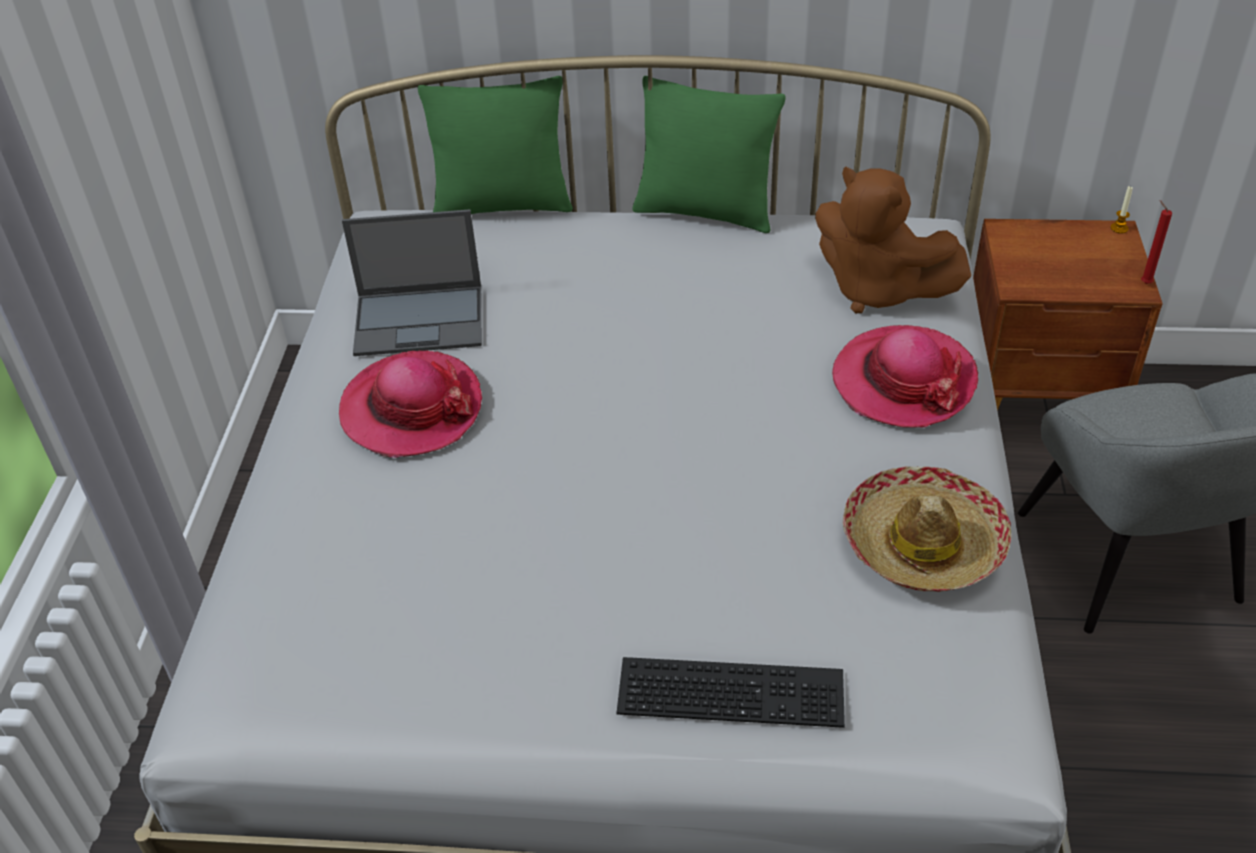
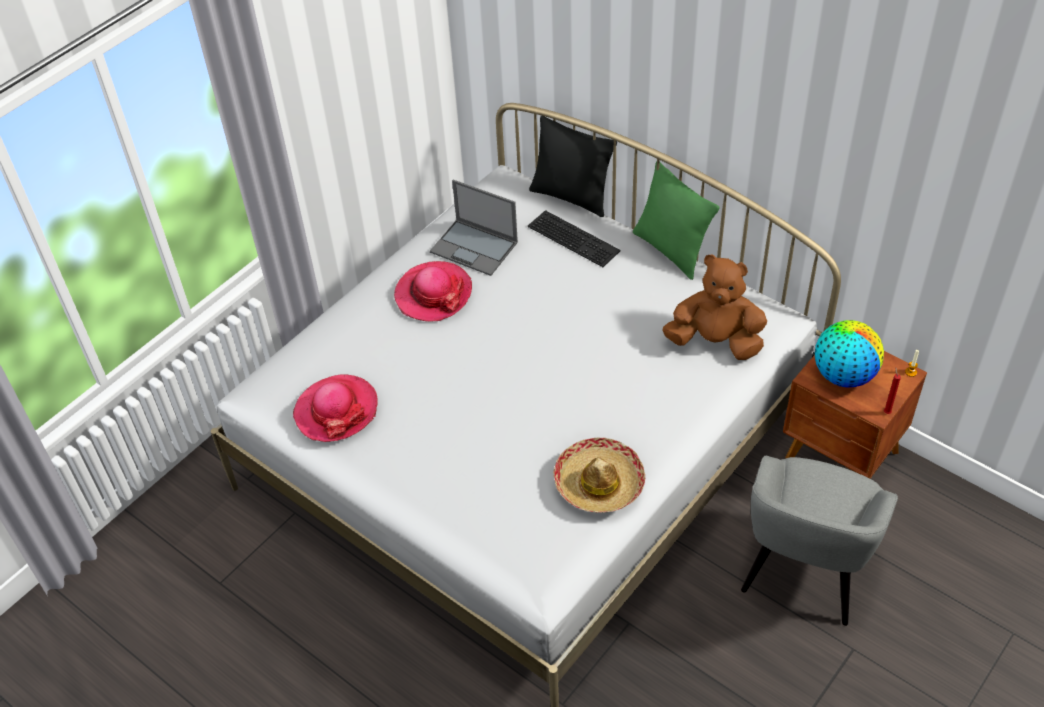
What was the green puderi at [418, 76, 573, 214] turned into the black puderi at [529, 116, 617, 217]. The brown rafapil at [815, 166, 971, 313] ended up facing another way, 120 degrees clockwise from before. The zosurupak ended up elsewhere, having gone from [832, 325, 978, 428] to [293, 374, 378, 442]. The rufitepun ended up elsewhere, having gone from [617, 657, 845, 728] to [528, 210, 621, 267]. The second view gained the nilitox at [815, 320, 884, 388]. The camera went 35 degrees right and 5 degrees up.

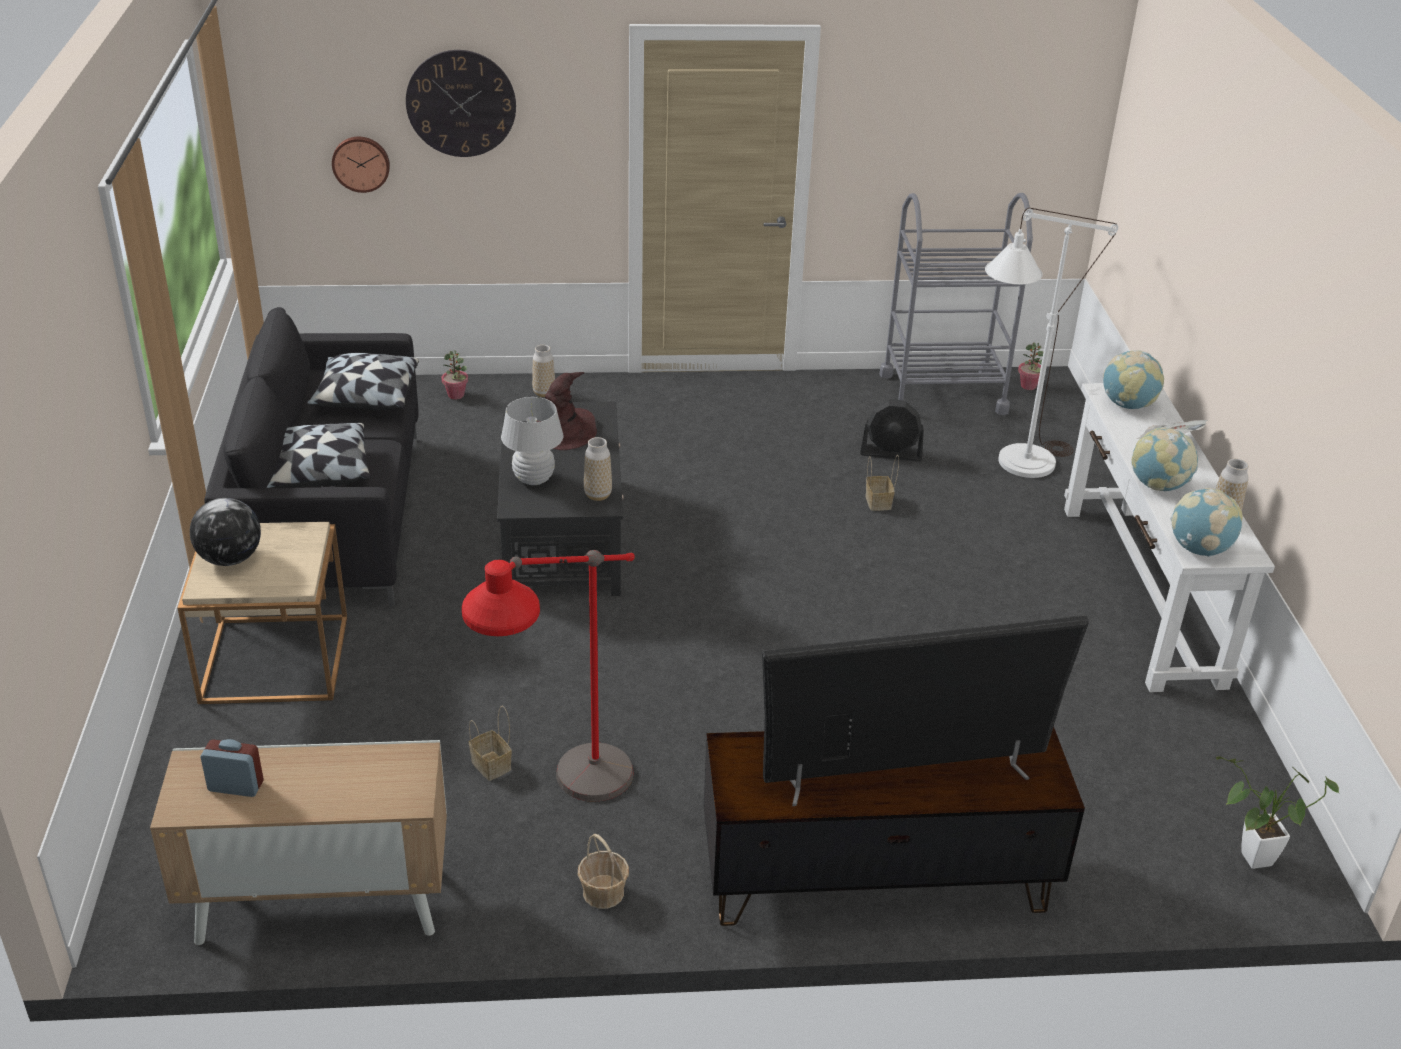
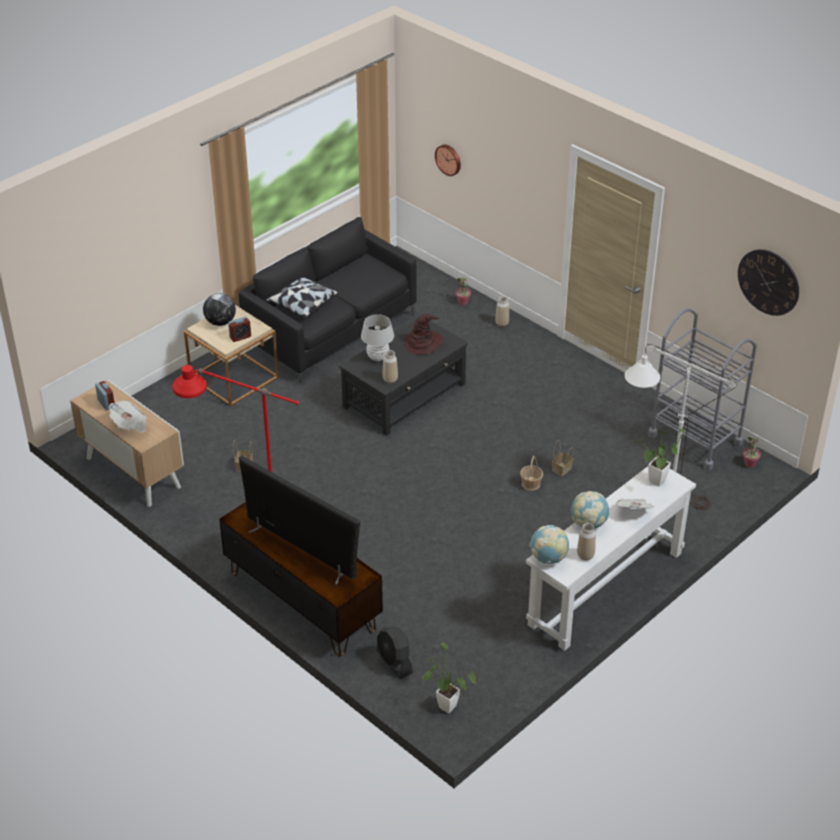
The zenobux ended up elsewhere, having gone from [406, 50, 516, 157] to [738, 249, 799, 316]. Where the nilitox stood at [1103, 350, 1164, 409], the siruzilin came to stand at [628, 428, 685, 486]. The second view lost the puderi at [307, 353, 419, 411]. The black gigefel ended up elsewhere, having gone from [860, 399, 924, 462] to [377, 627, 413, 679]. The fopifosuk ended up elsewhere, having gone from [578, 834, 629, 909] to [520, 456, 543, 491]. The second view gained the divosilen at [228, 317, 251, 342]. The second view gained the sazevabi at [109, 401, 147, 433]. The camera went 50 degrees right and 5 degrees up.

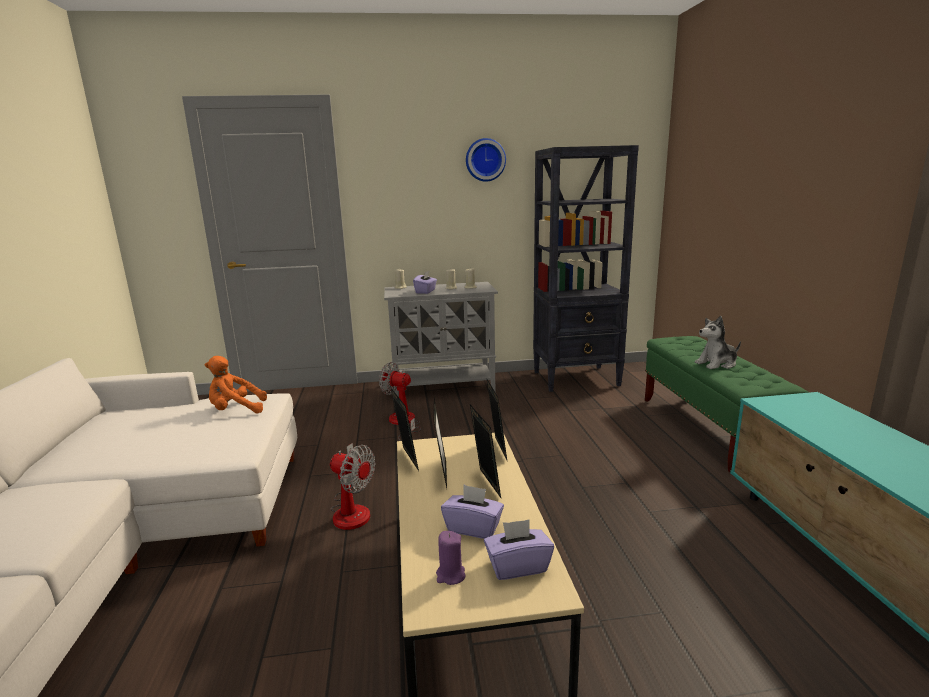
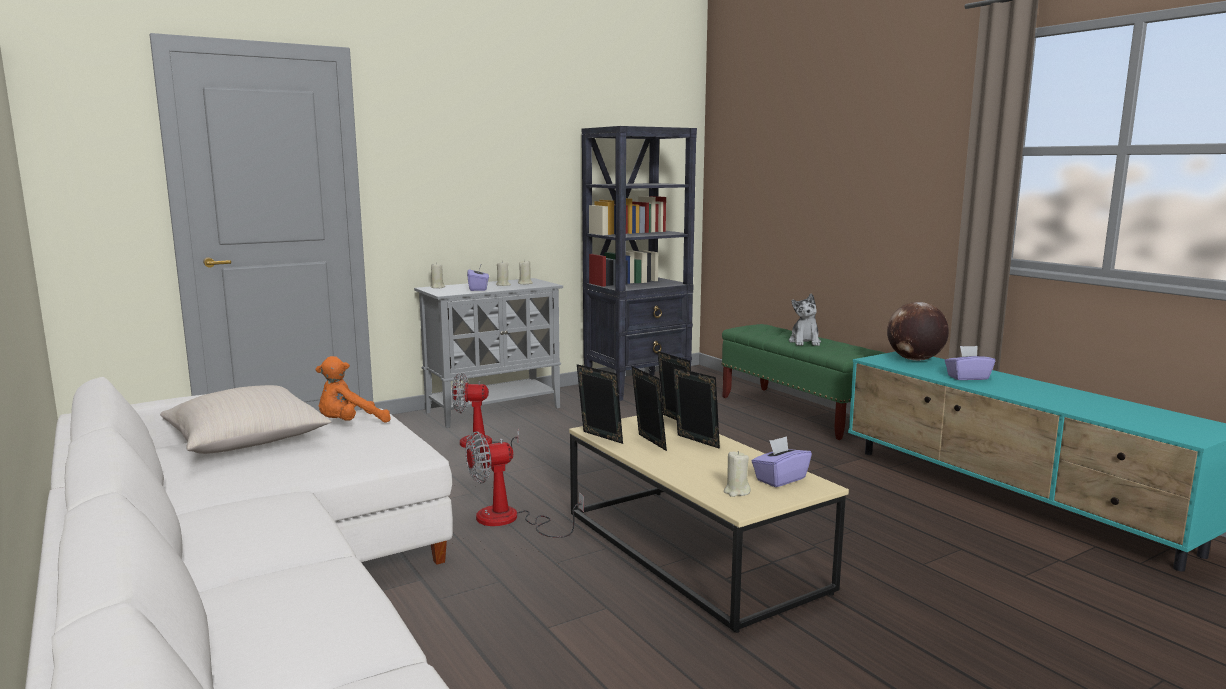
The second view lost the zenobux at [466, 138, 506, 182]. The rafapil at [695, 316, 741, 369] ended up facing another way, 45 degrees counterclockwise from before. The gigefel at [330, 443, 376, 530] ended up facing another way, 150 degrees clockwise from before. The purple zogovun ended up elsewhere, having gone from [441, 485, 504, 539] to [945, 346, 995, 380]. What was the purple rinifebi at [436, 531, 466, 585] turned into the beige rinifebi at [724, 451, 751, 497]. The second view gained the nilitox at [887, 302, 949, 361]. The second view gained the beige puderi at [160, 385, 332, 454]. The camera went 25 degrees left and 5 degrees down.

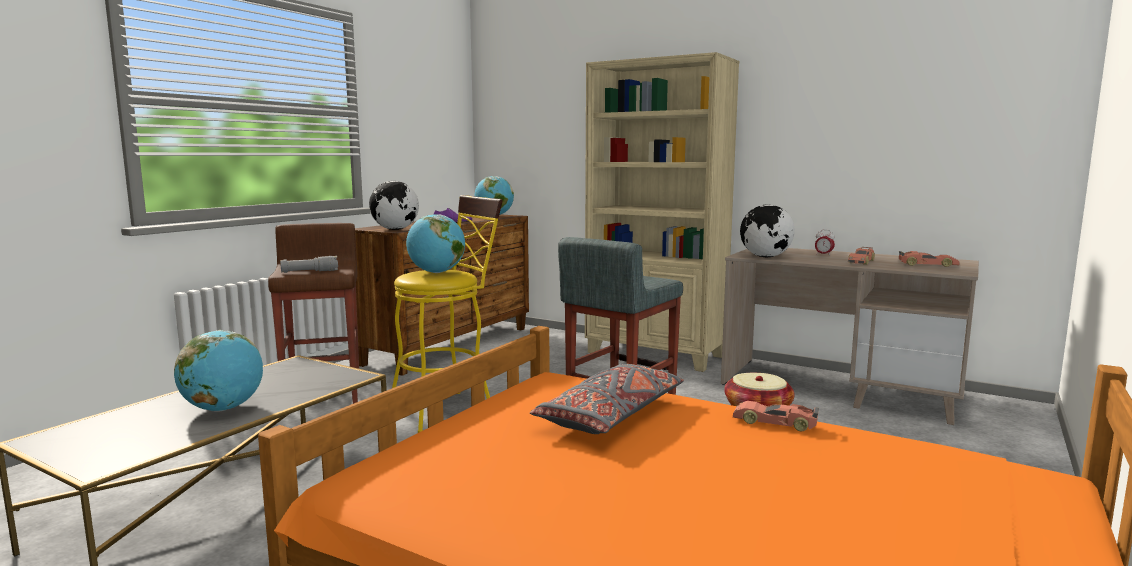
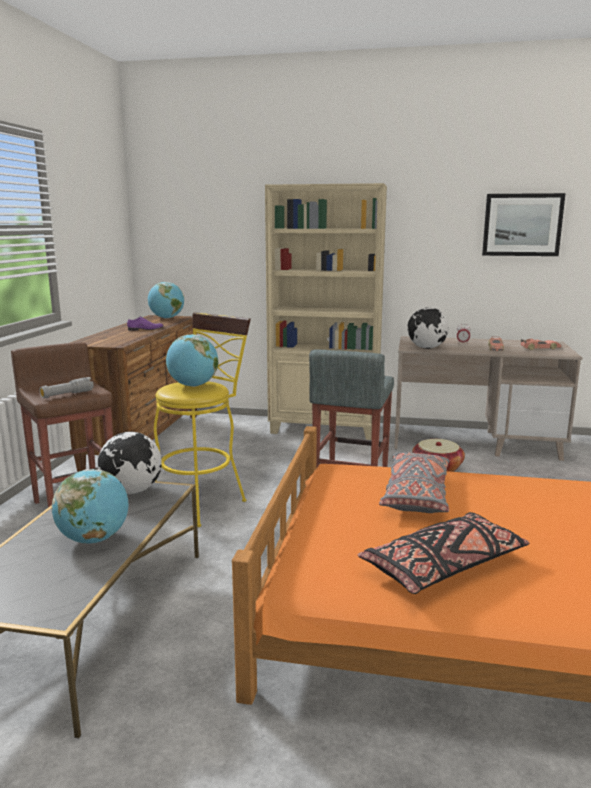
The nilitox ended up elsewhere, having gone from [369, 181, 419, 230] to [98, 432, 162, 494]. The second view lost the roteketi at [733, 401, 819, 431]. The second view gained the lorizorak at [482, 193, 566, 256]. The second view gained the black puderi at [358, 512, 529, 594]. The camera went 20 degrees left and 5 degrees up.

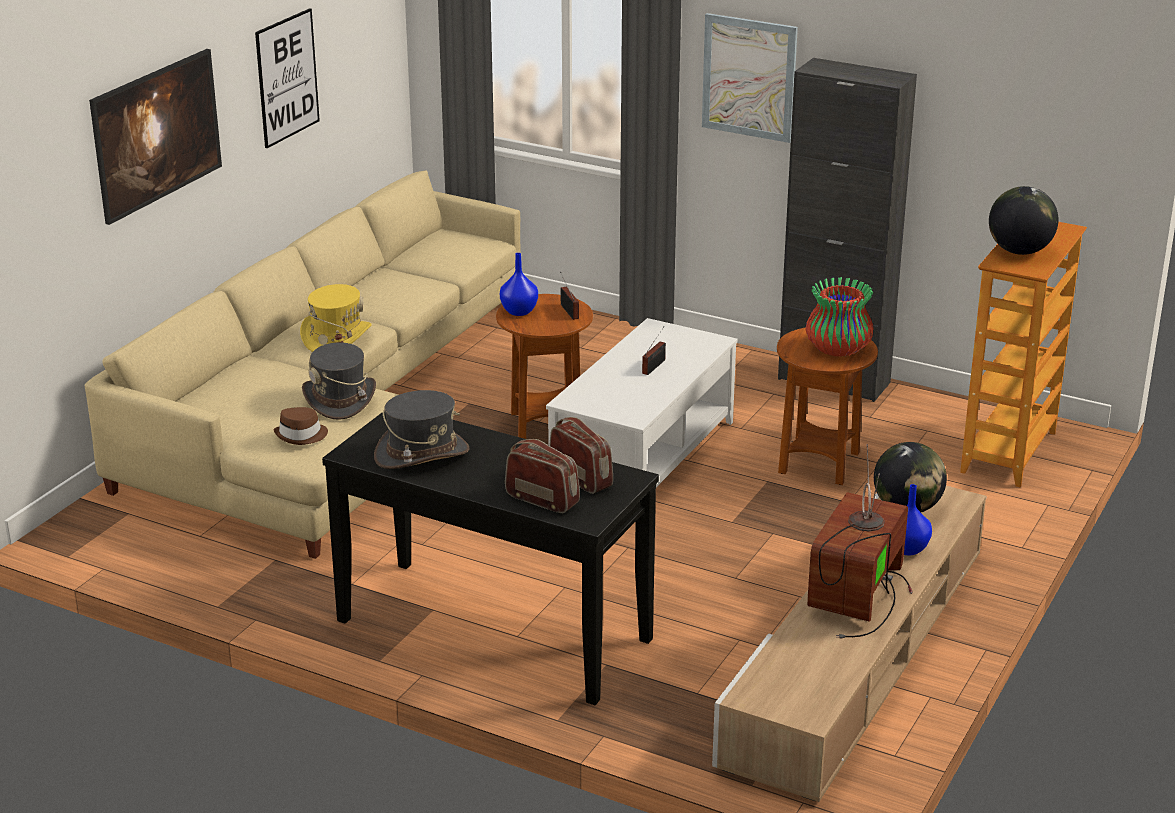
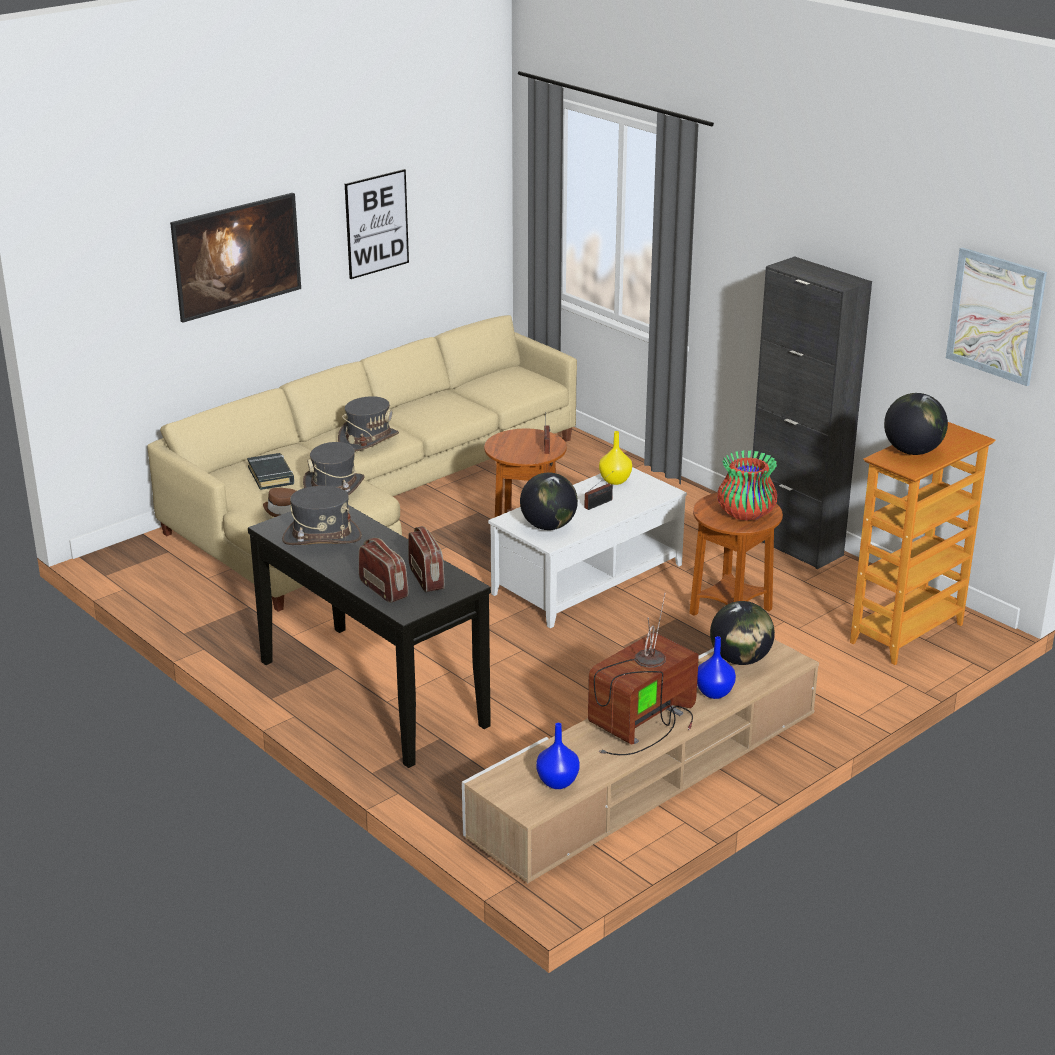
The lorizorak ended up elsewhere, having gone from [702, 13, 798, 143] to [946, 247, 1047, 386]. The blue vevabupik ended up elsewhere, having gone from [500, 253, 538, 316] to [536, 723, 580, 789]. What was the yellow zosurupak at [300, 284, 372, 352] turned into the grey zosurupak at [338, 396, 399, 452]. The second view gained the yellow vevabupik at [599, 431, 632, 485]. The second view gained the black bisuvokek at [247, 453, 294, 490]. The second view gained the nilitox at [520, 473, 578, 530]. The camera went 20 degrees right and 0 degrees up.

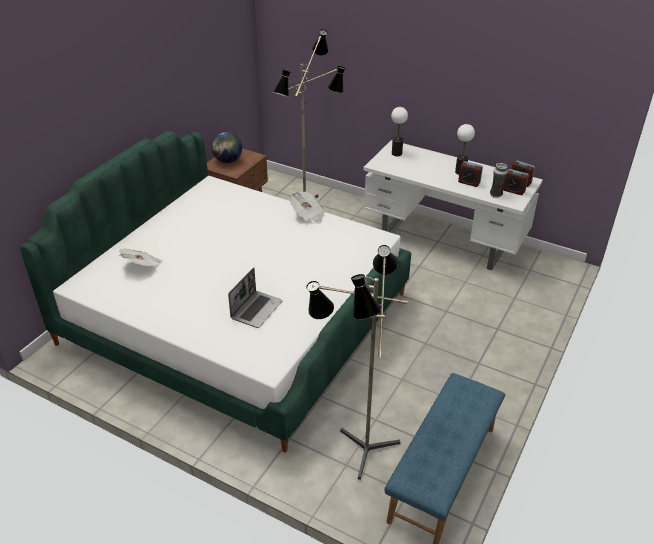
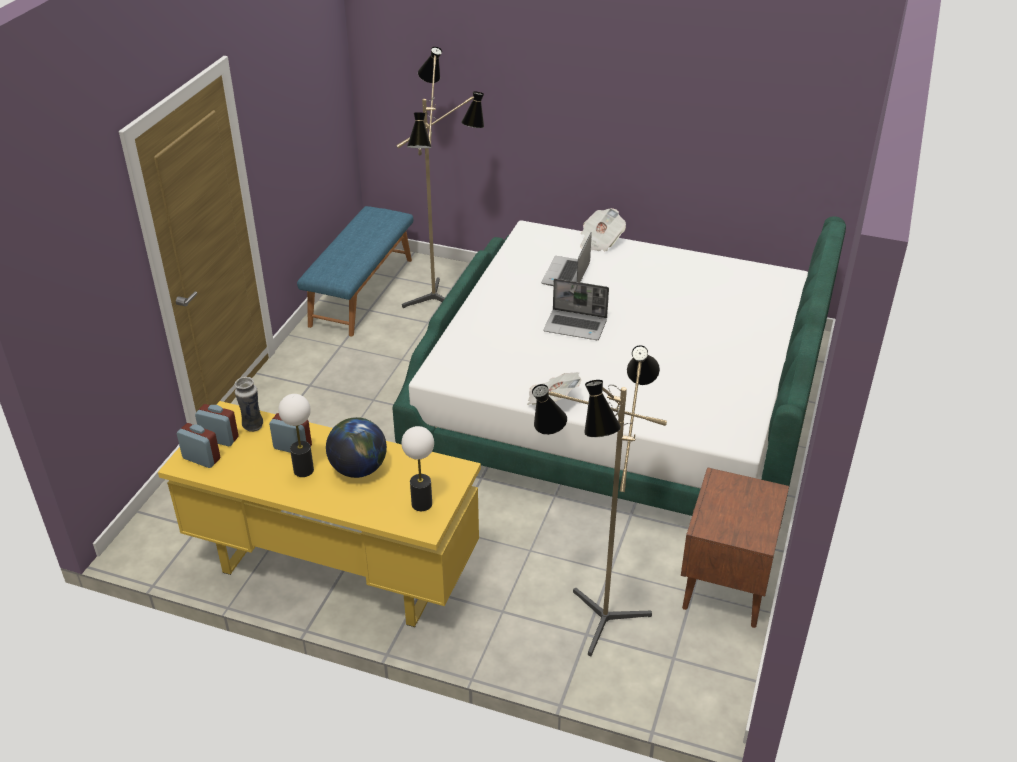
The nilitox ended up elsewhere, having gone from [211, 132, 242, 163] to [326, 417, 387, 478]. What was the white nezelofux at [363, 140, 543, 270] turned into the yellow nezelofux at [158, 401, 481, 627]. The sazevabi ended up elsewhere, having gone from [119, 249, 163, 267] to [580, 208, 626, 252]. The second view gained the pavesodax at [543, 279, 609, 340]. The camera went 170 degrees right and 0 degrees up.

